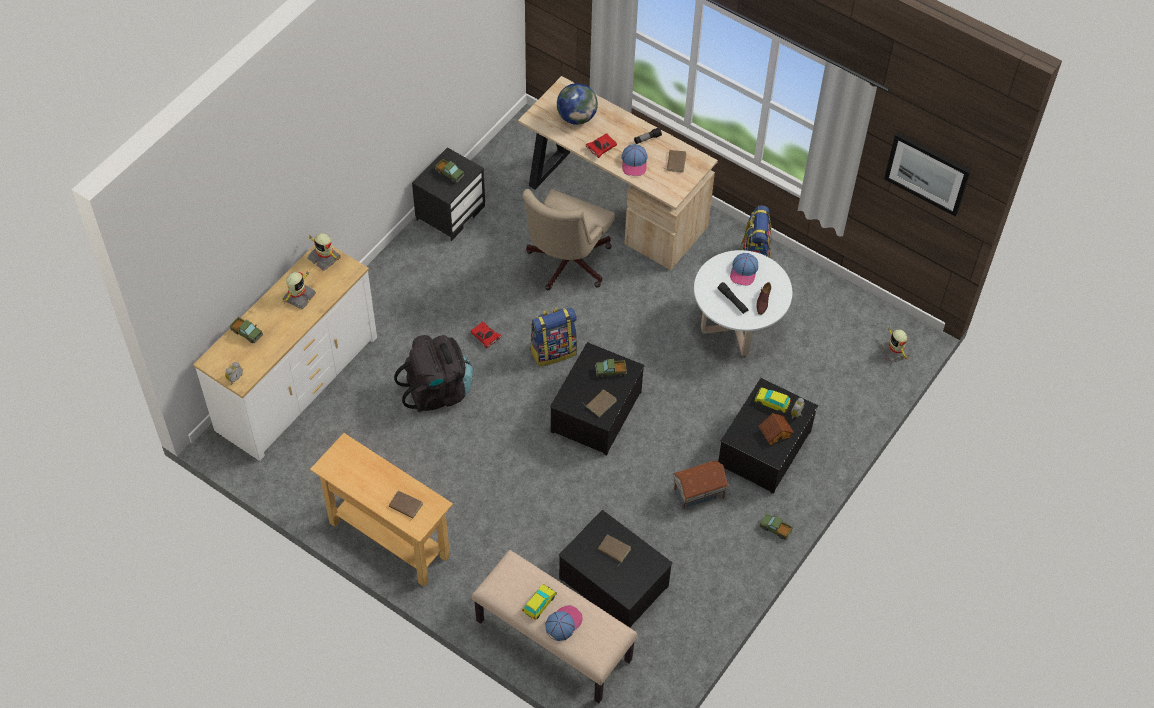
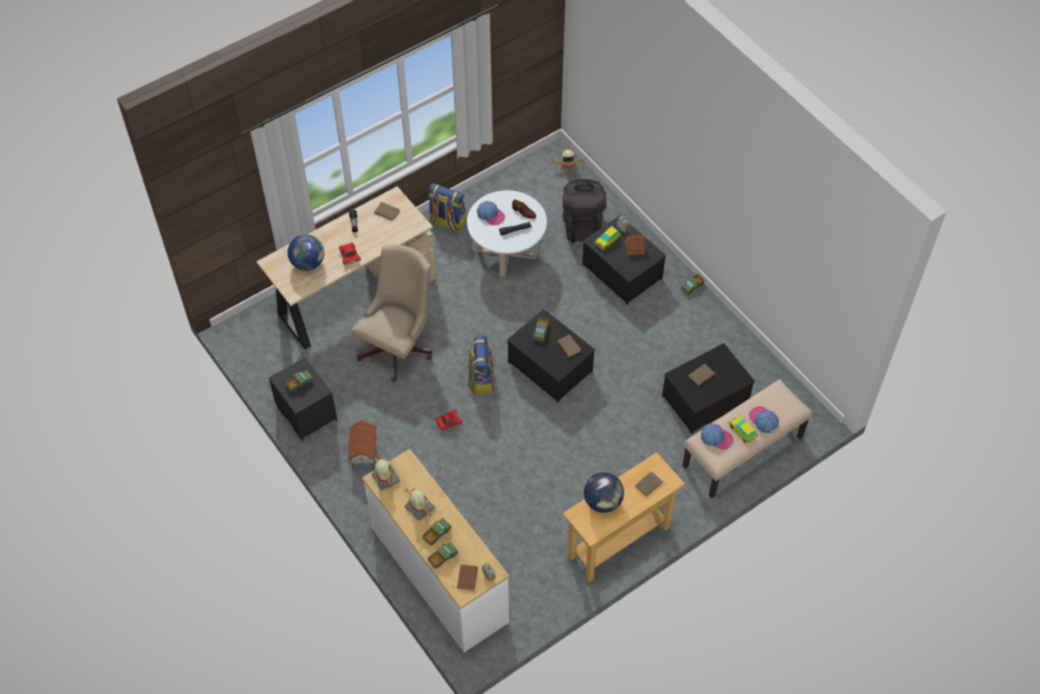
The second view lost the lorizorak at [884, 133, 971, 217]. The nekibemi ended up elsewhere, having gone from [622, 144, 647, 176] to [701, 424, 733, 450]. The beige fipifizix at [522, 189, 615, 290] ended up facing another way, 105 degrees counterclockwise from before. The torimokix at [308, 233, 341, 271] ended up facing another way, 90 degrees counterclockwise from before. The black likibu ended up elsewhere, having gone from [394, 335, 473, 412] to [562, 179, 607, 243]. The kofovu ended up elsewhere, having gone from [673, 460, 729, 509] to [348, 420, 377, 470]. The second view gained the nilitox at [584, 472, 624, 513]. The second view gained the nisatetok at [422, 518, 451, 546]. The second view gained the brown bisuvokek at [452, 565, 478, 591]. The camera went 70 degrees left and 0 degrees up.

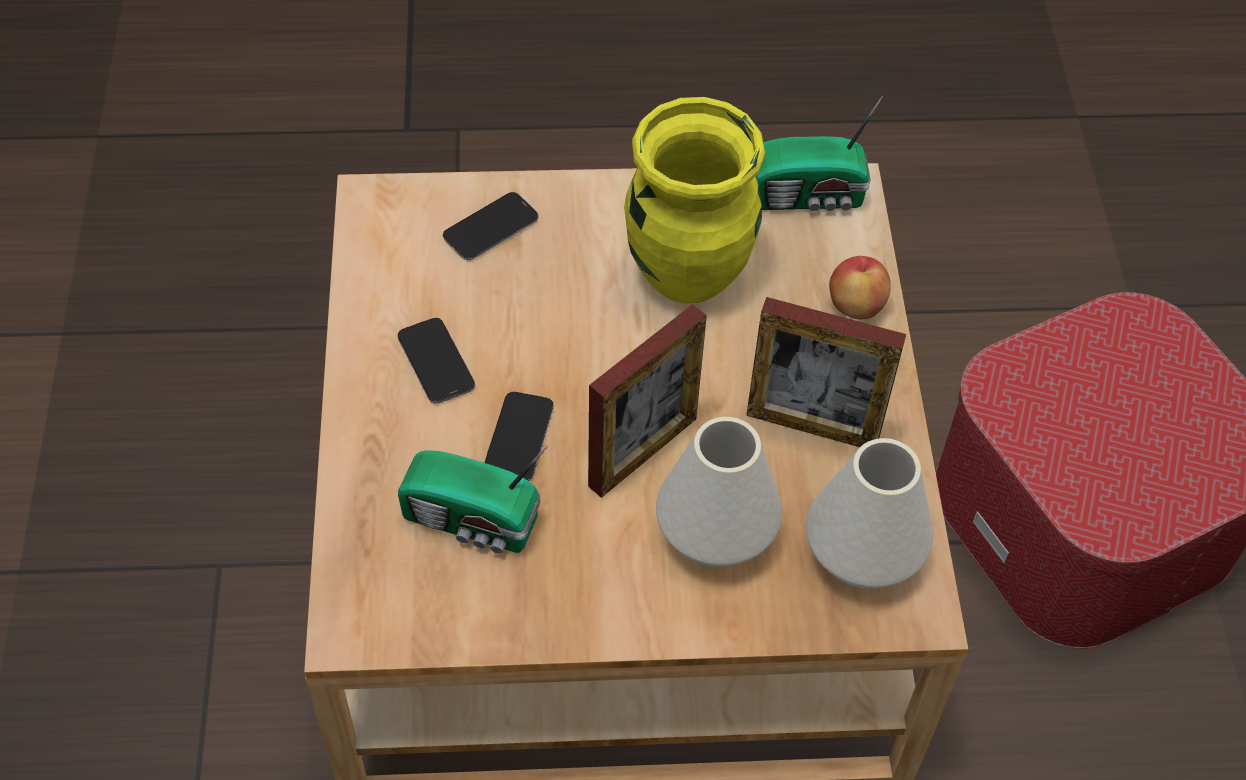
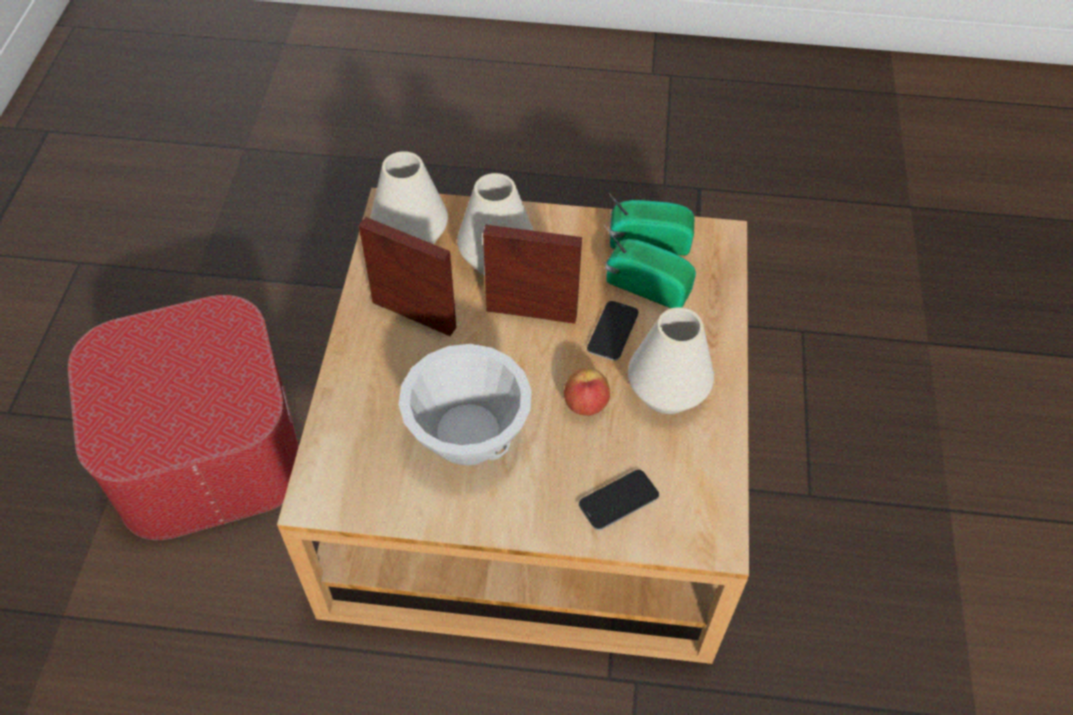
The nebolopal ended up elsewhere, having gone from [756, 96, 883, 211] to [608, 192, 695, 256]. Where the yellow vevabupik stood at [624, 97, 765, 304], the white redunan came to stand at [399, 344, 532, 466]. The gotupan ended up elsewhere, having gone from [829, 256, 891, 319] to [564, 368, 610, 416]. The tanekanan at [588, 304, 707, 498] ended up facing another way, 45 degrees clockwise from before. Where the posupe stood at [398, 318, 475, 404], the white vevabupik came to stand at [628, 307, 714, 414]. The camera went 170 degrees left and 0 degrees up.

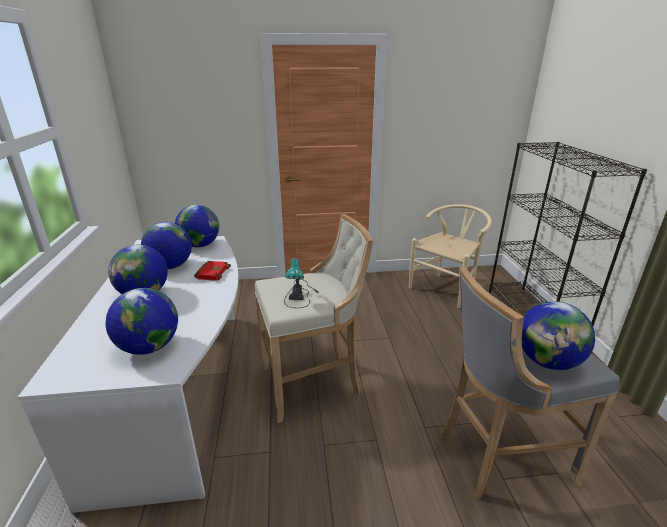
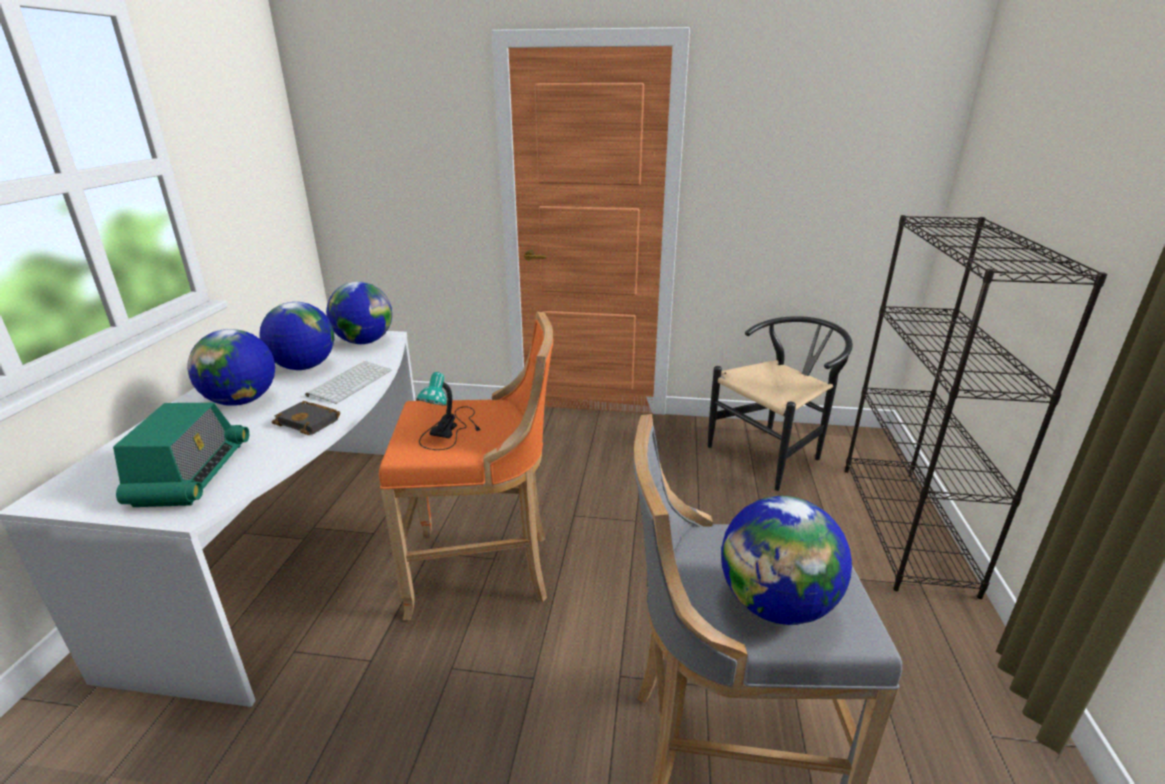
What was the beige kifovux at [409, 204, 492, 308] turned into the black kifovux at [708, 316, 853, 491]. What was the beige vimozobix at [255, 214, 373, 423] turned into the orange vimozobix at [379, 312, 553, 620]. Where the red bisuvokek stood at [194, 261, 231, 281], the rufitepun came to stand at [305, 361, 392, 404]. Where the nilitox stood at [105, 288, 178, 355], the nebolopal came to stand at [113, 402, 249, 507]. The second view gained the black bisuvokek at [272, 401, 340, 435]. The camera went 15 degrees right and 0 degrees up.

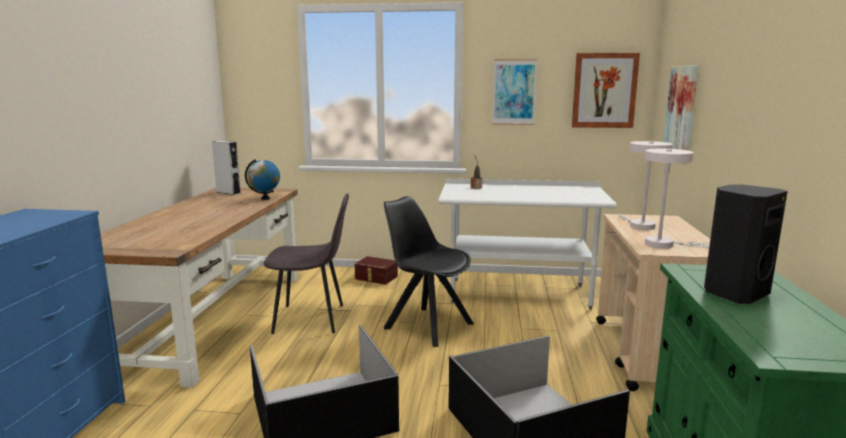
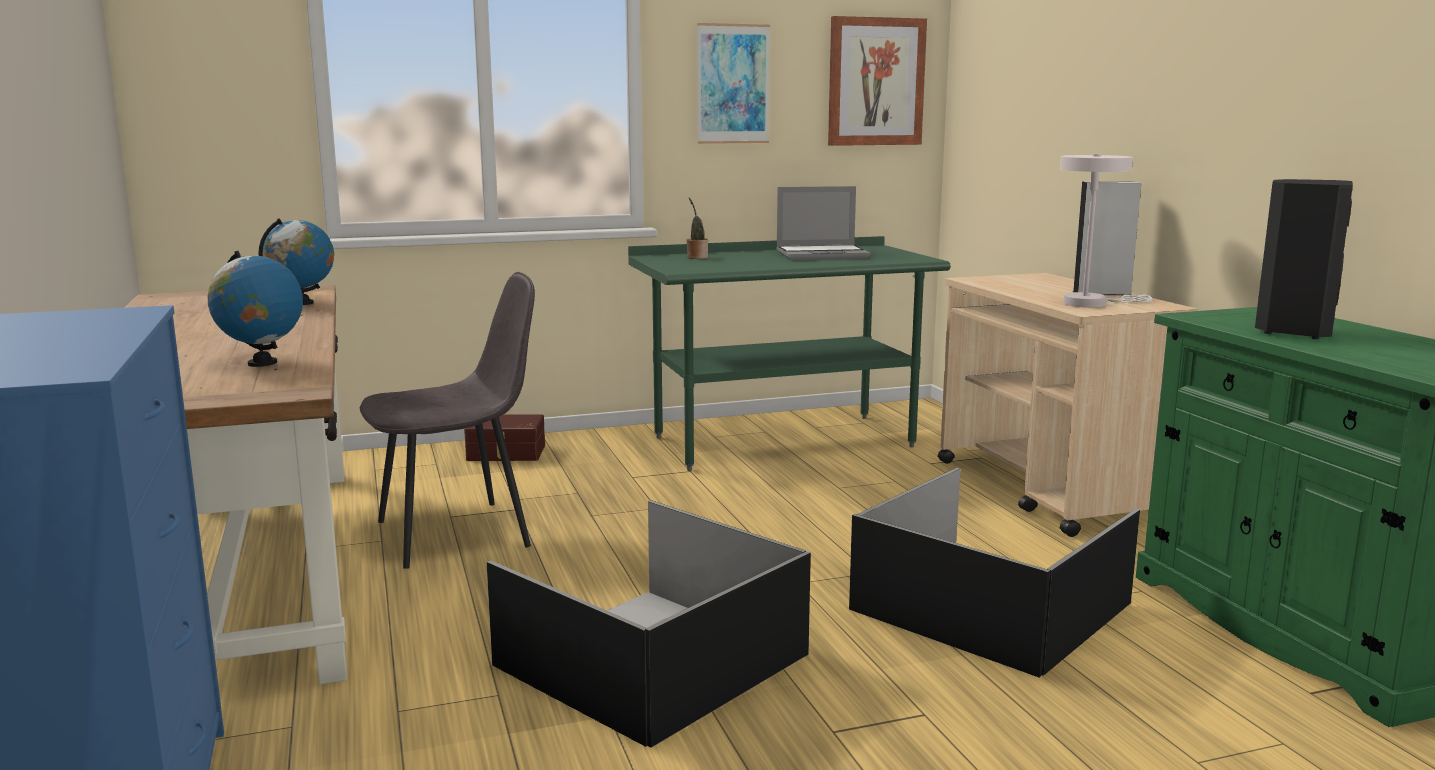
The second view lost the lorizorak at [663, 65, 699, 165]. The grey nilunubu ended up elsewhere, having gone from [212, 141, 240, 195] to [1072, 181, 1141, 295]. The second view lost the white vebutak at [618, 141, 673, 230]. What was the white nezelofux at [439, 179, 617, 310] turned into the green nezelofux at [628, 236, 951, 471]. The second view lost the black kifovux at [384, 196, 474, 347]. The second view gained the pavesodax at [776, 186, 870, 260]. The second view gained the nilitox at [207, 251, 303, 367]. The camera went 25 degrees left and 0 degrees up.

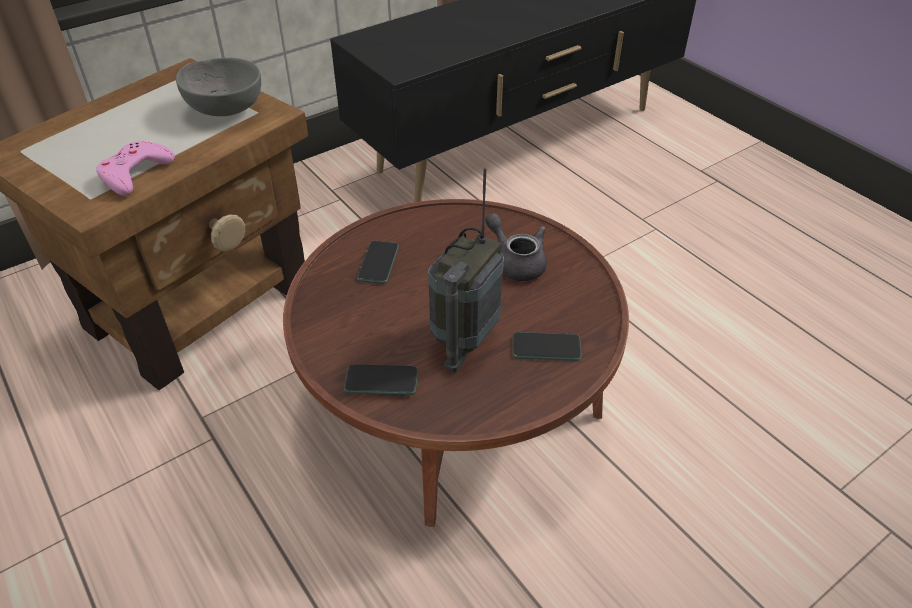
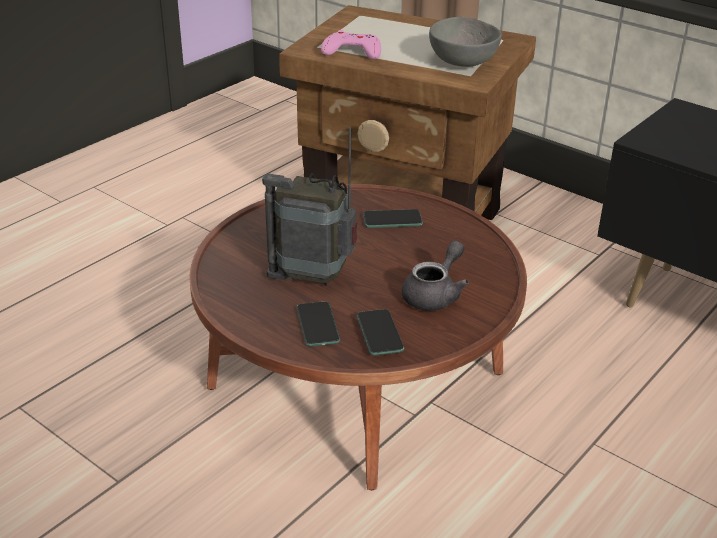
The posupe ended up elsewhere, having gone from [344, 364, 418, 395] to [356, 309, 404, 356]. The camera went 75 degrees right and 10 degrees down.

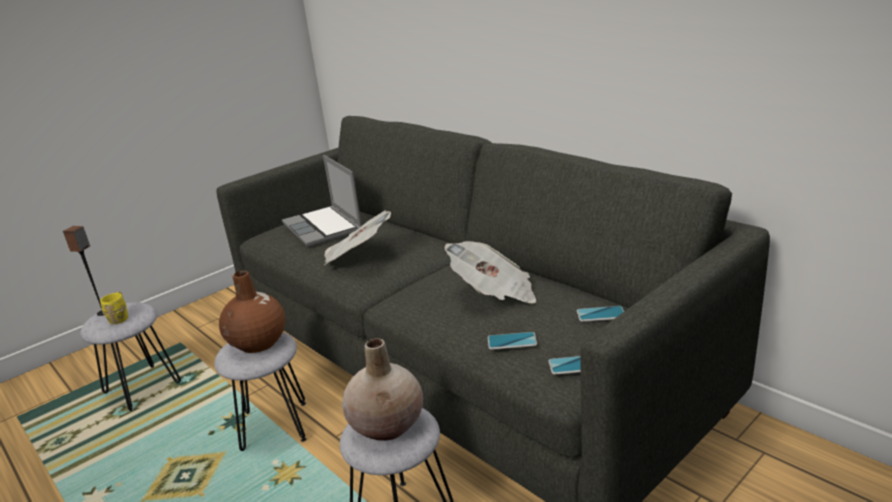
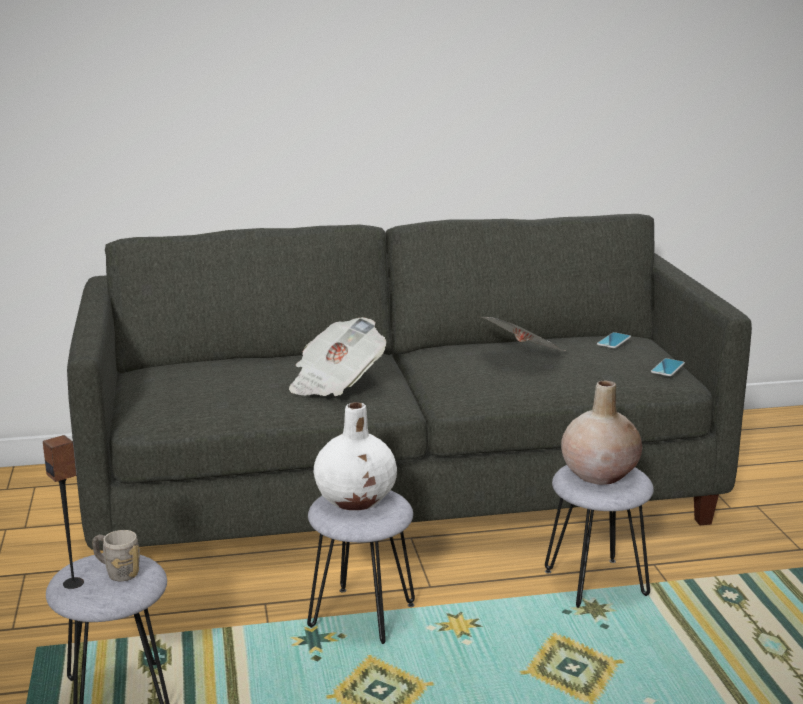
The second view lost the pavesodax at [282, 155, 362, 247]. What was the brown vevabupik at [219, 271, 285, 353] turned into the white vevabupik at [314, 402, 397, 510]. What was the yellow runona at [100, 292, 128, 324] turned into the grey runona at [92, 530, 140, 581]. The second view lost the posupe at [488, 332, 537, 350]. The camera went 60 degrees left and 5 degrees down.

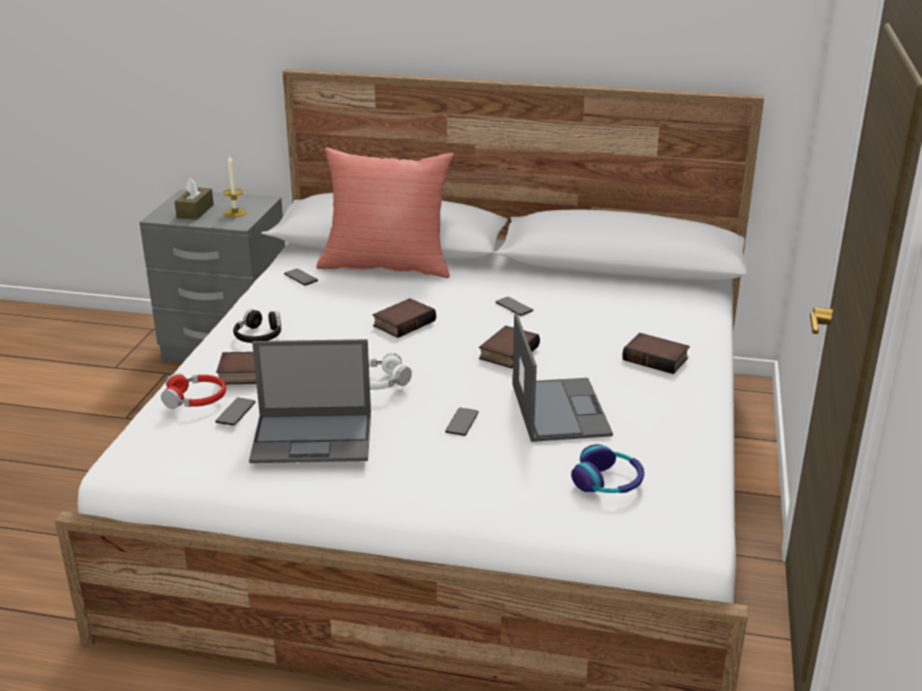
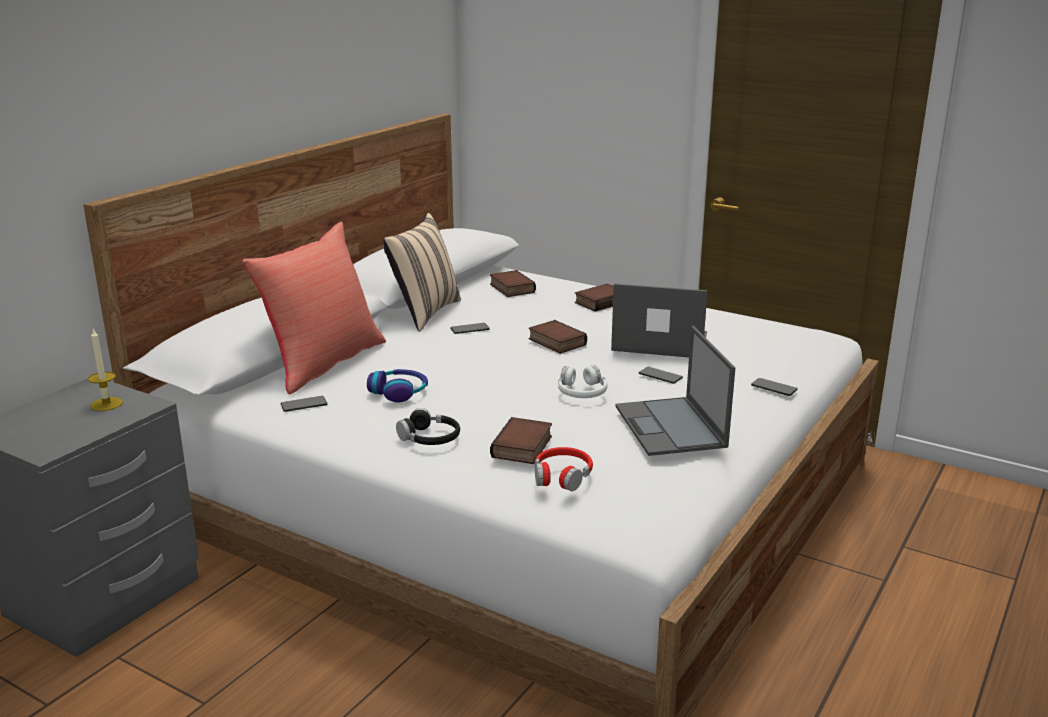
The second view lost the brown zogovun at [174, 178, 214, 220]. The bisuvokek ended up elsewhere, having gone from [373, 298, 436, 338] to [490, 270, 536, 297]. The pavesodax at [249, 339, 371, 463] ended up facing another way, 150 degrees clockwise from before. The posupe ended up elsewhere, having gone from [216, 398, 256, 426] to [751, 378, 798, 396]. The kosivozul ended up elsewhere, having gone from [571, 444, 644, 493] to [367, 369, 428, 402]. The second view gained the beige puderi at [383, 213, 461, 332]. The camera went 70 degrees left and 5 degrees down.

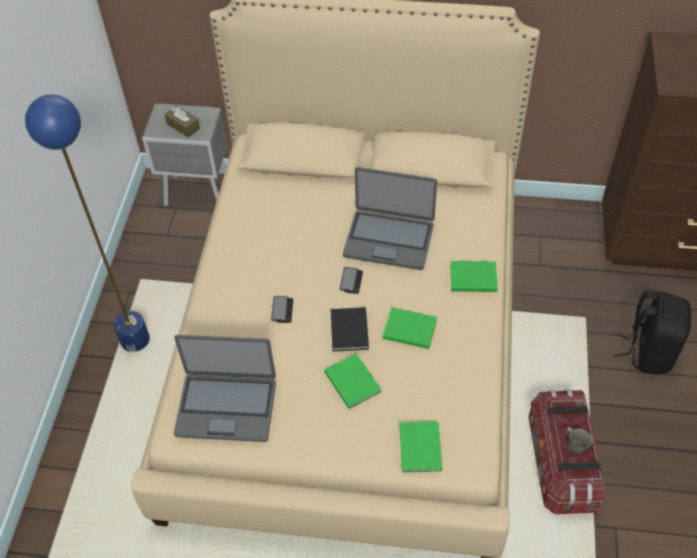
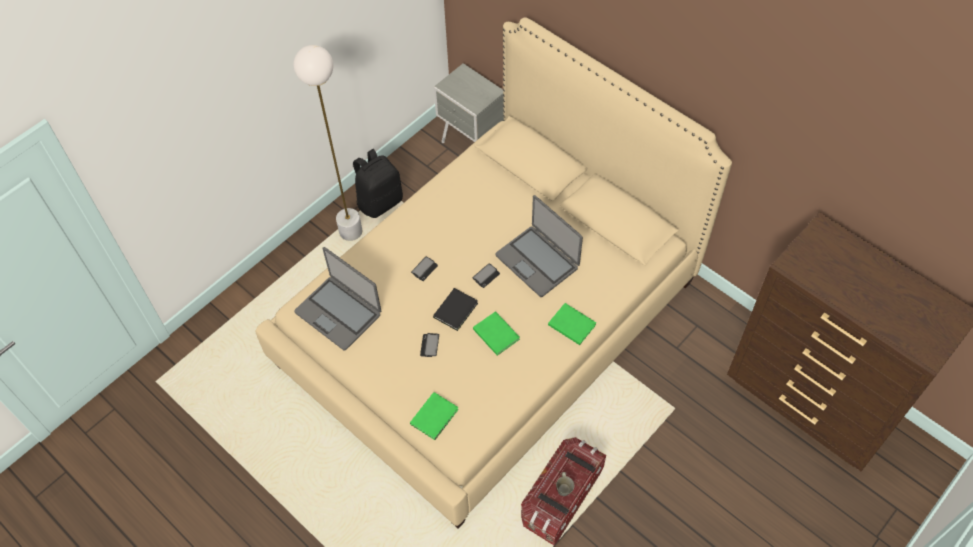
What was the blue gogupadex at [25, 95, 150, 352] turned into the white gogupadex at [293, 45, 362, 241]. The second view lost the brown zogovun at [164, 105, 200, 138]. The black likibu ended up elsewhere, having gone from [614, 289, 691, 375] to [353, 149, 403, 218]. Where the green bisuvokek stood at [324, 354, 381, 409], the posupe came to stand at [420, 333, 439, 357]. The camera went 35 degrees right and 5 degrees up.

